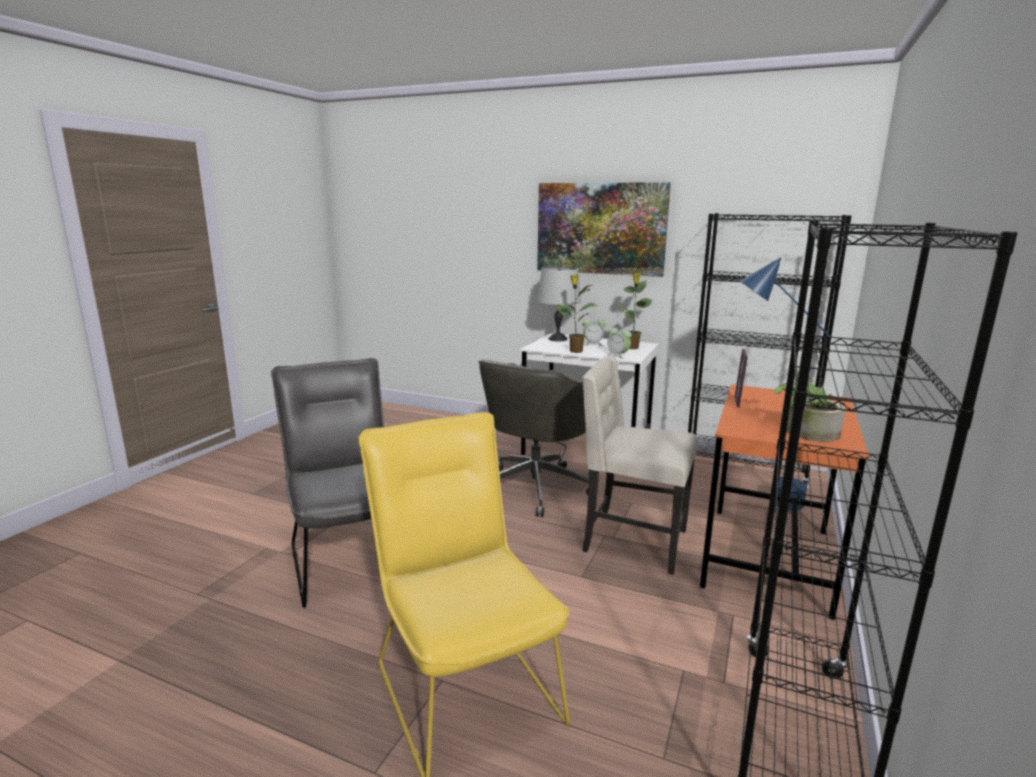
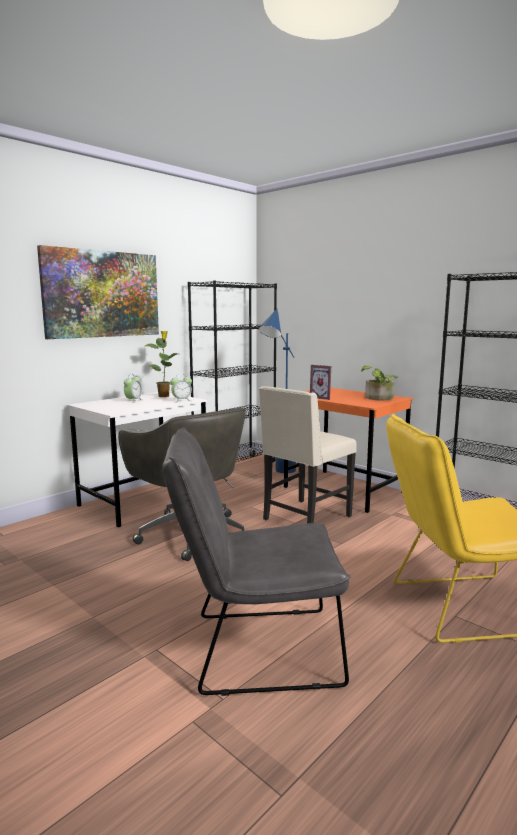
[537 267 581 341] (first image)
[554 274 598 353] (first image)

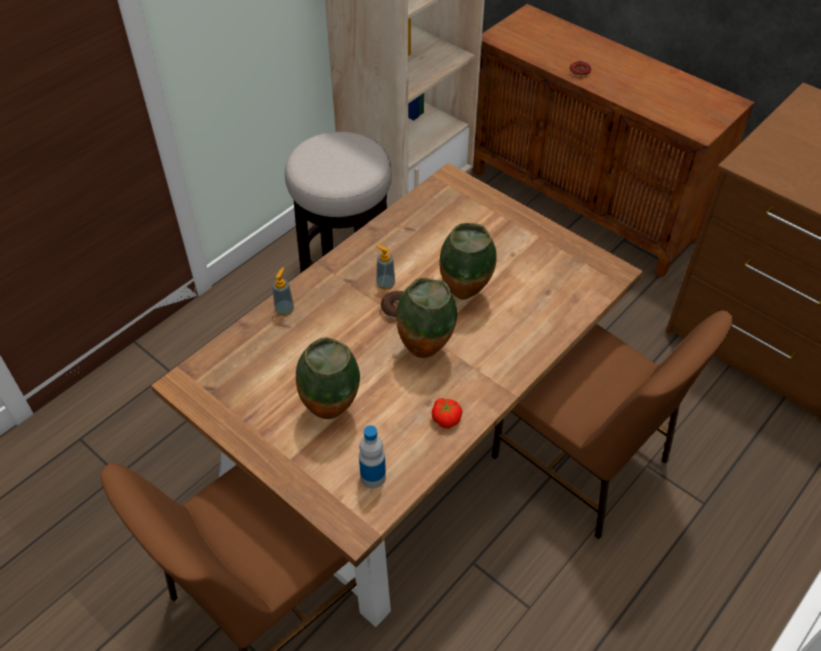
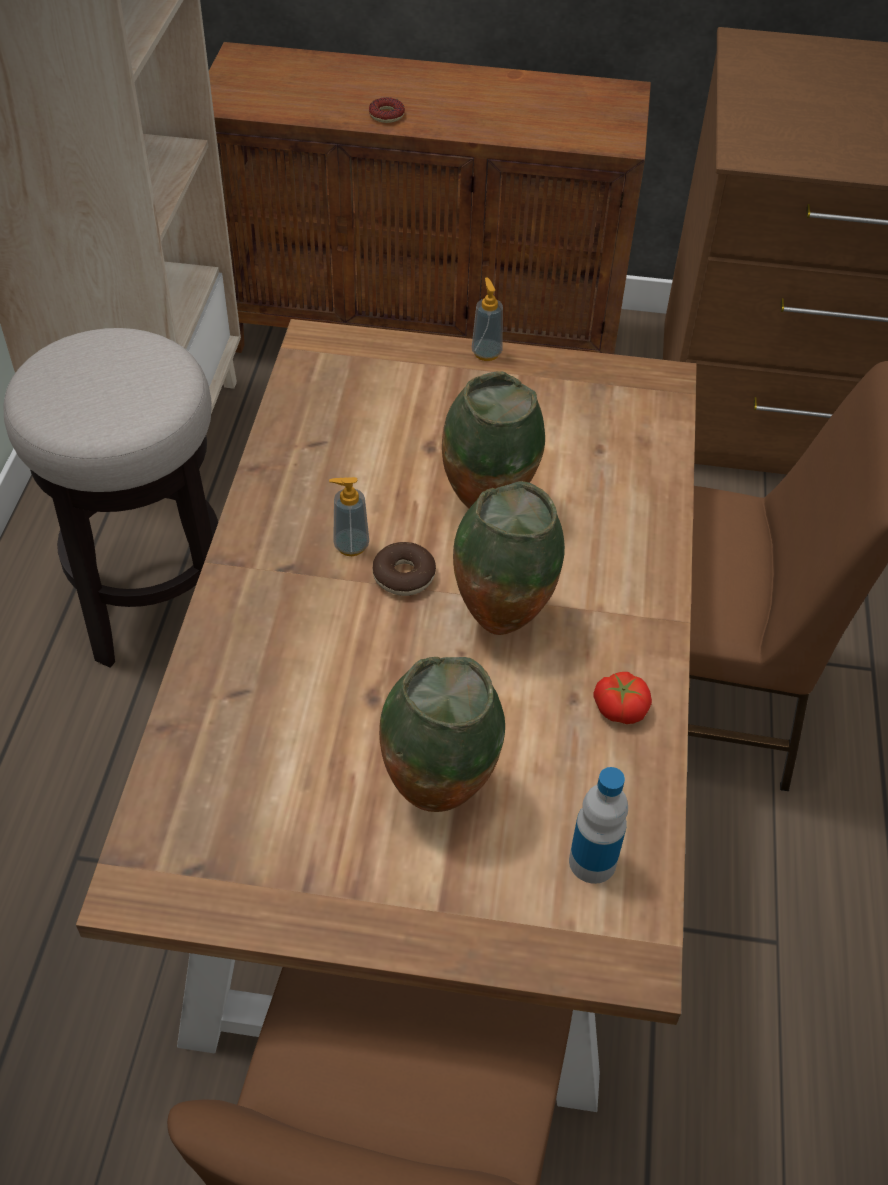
[472 277 503 361]

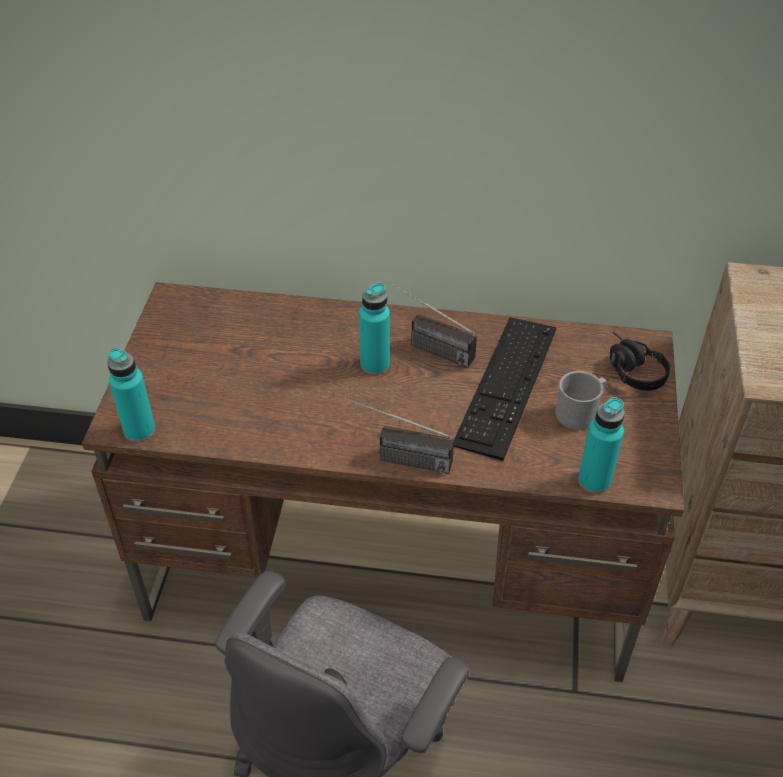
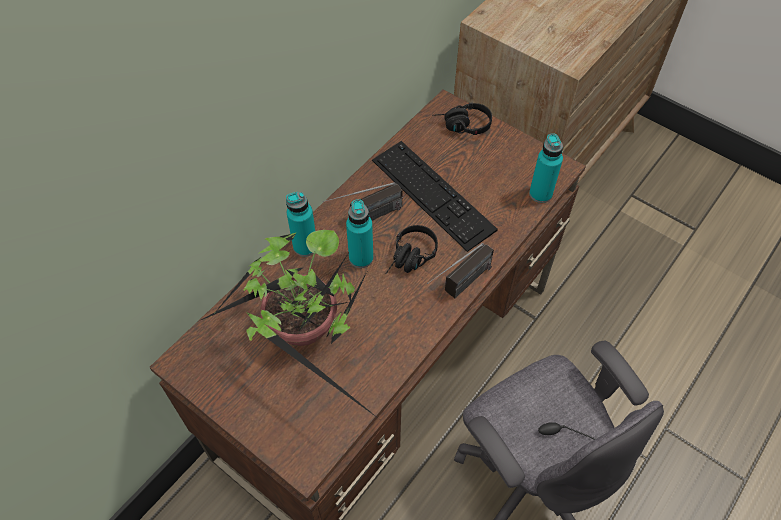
[286 192 315 257]
[555 371 607 430] (first image)
[385 225 438 274]
[197 230 379 419]

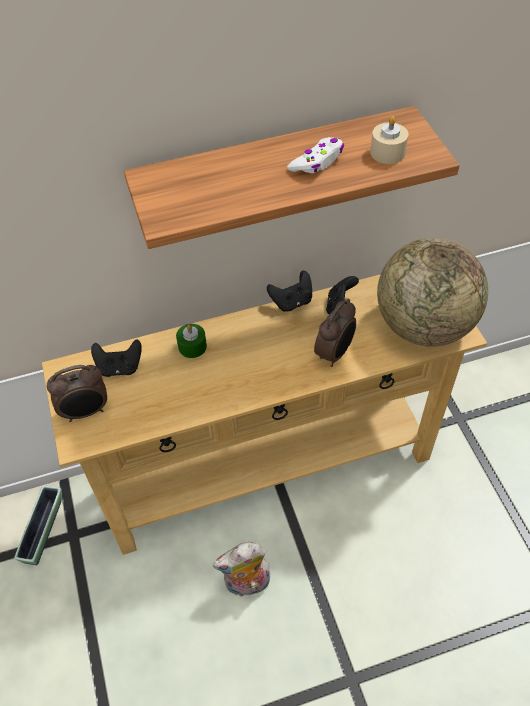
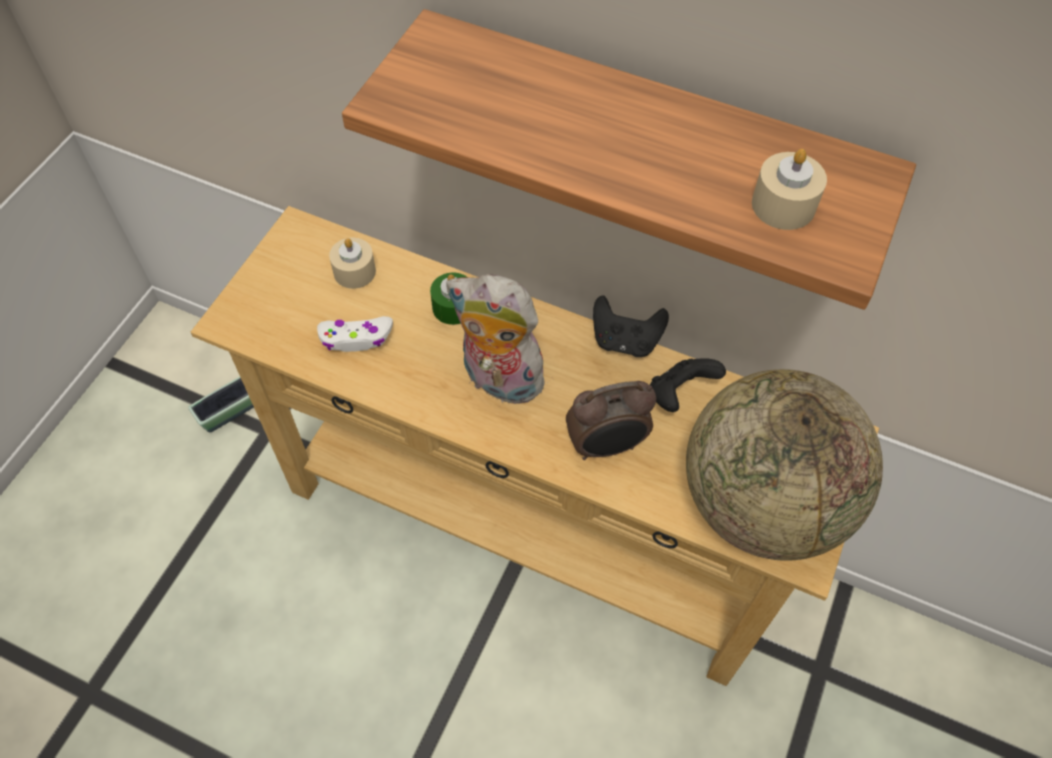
[317 316 393 352]
[329 238 376 289]
[47 365 107 422] (first image)
[446 274 551 407]

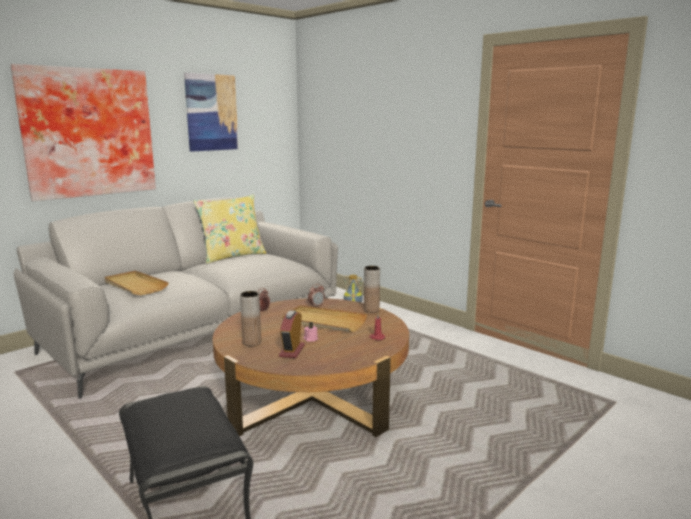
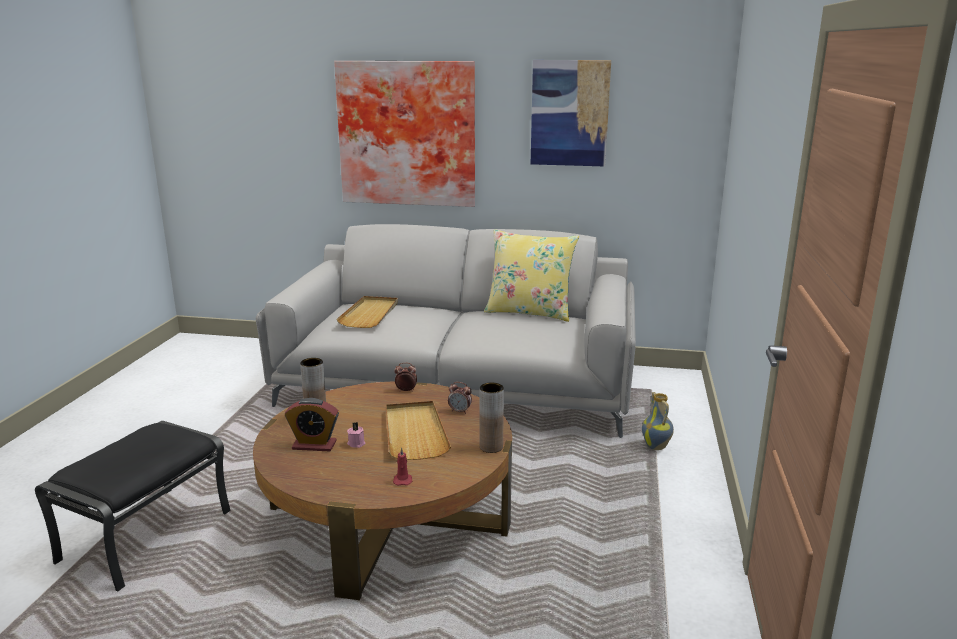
[285 398 339 451]

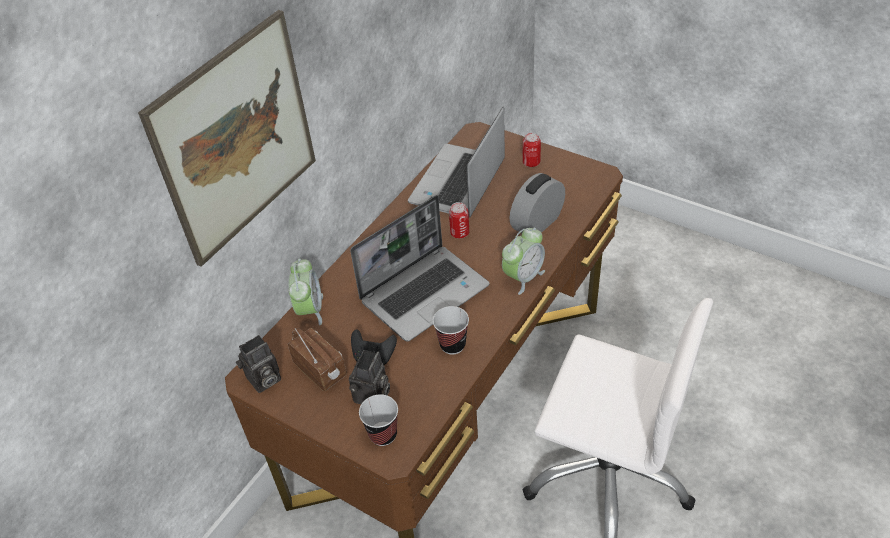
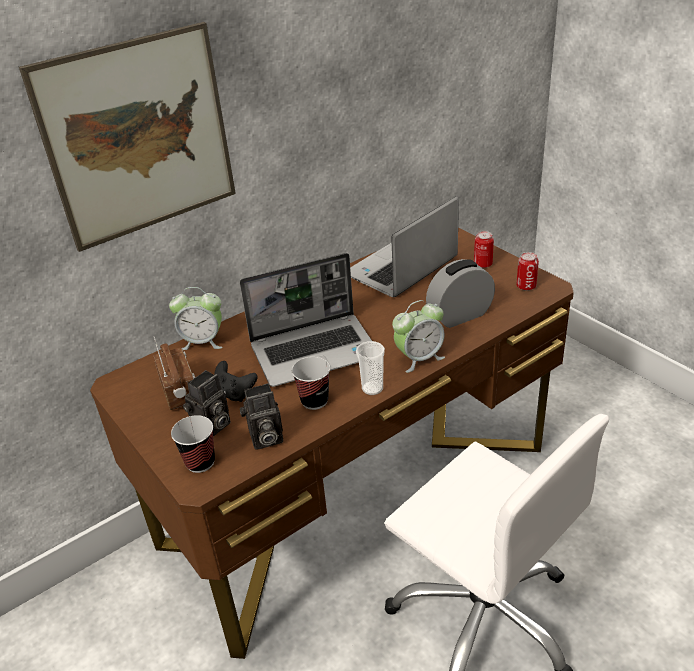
[516 252 539 291]
[169 287 223 350]
[240 383 283 450]
[356 341 385 395]

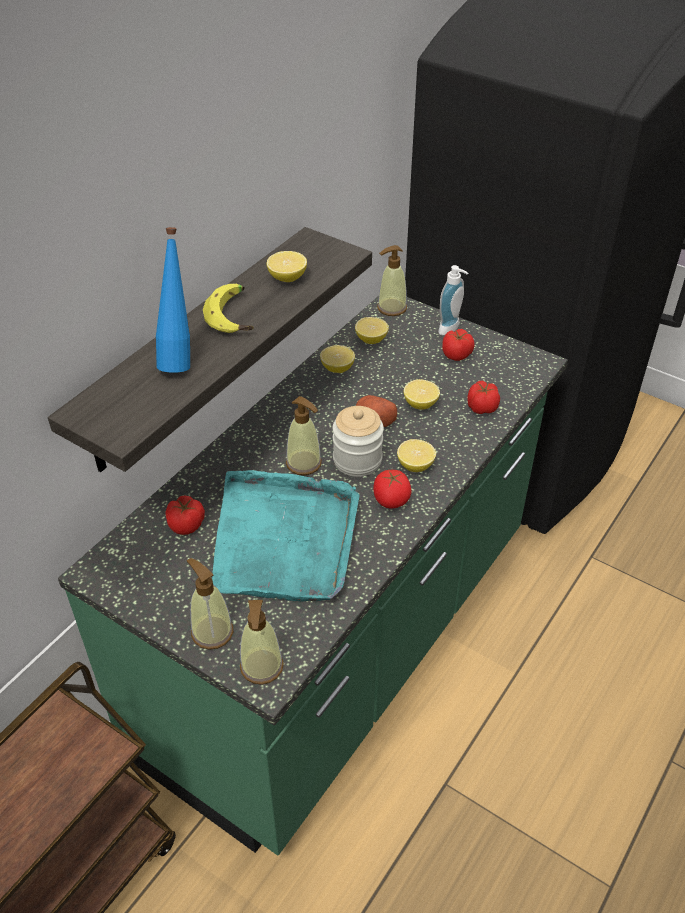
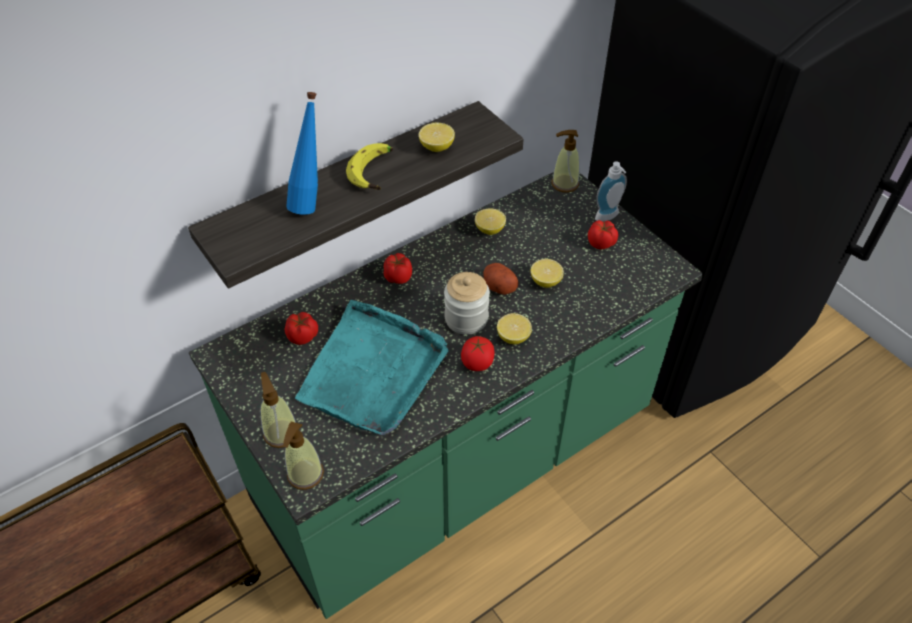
[355 317 389 344] (first image)
[384 253 412 284]
[286 396 322 475] (first image)

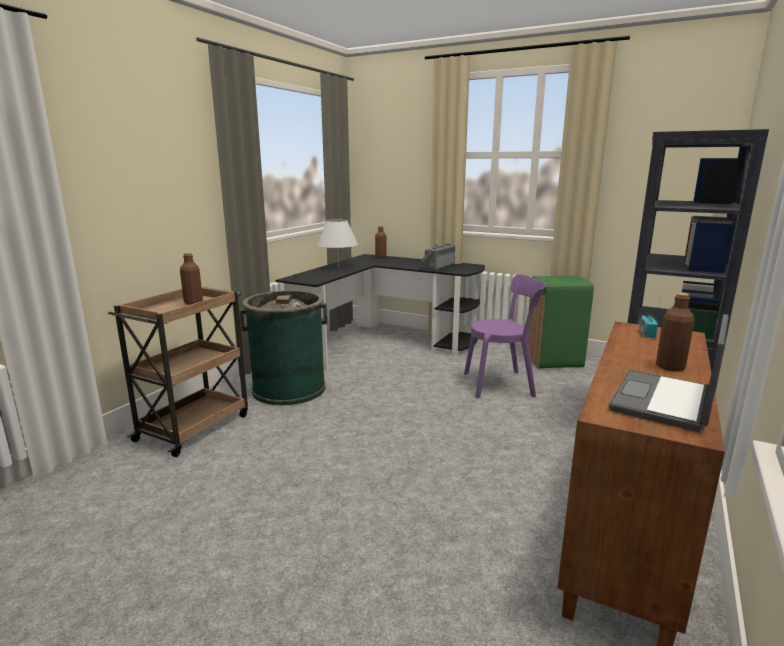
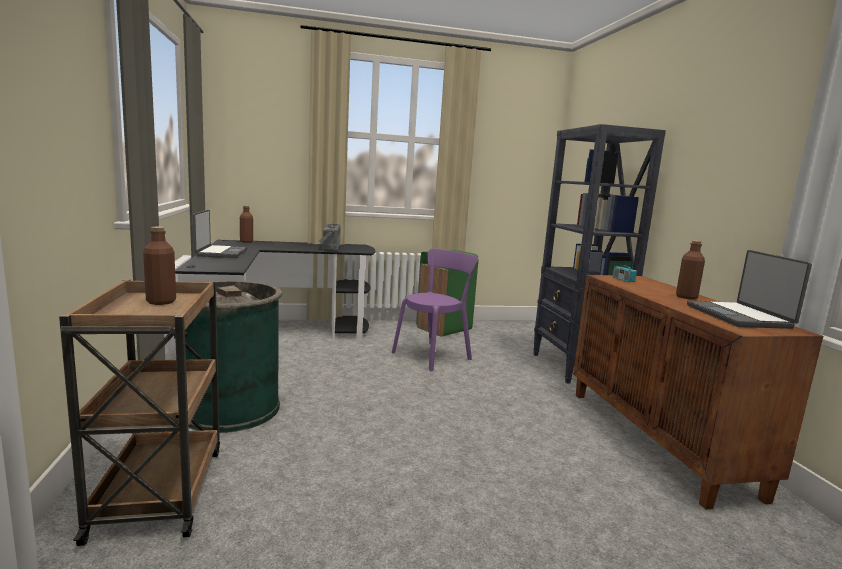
[193 210 247 258]

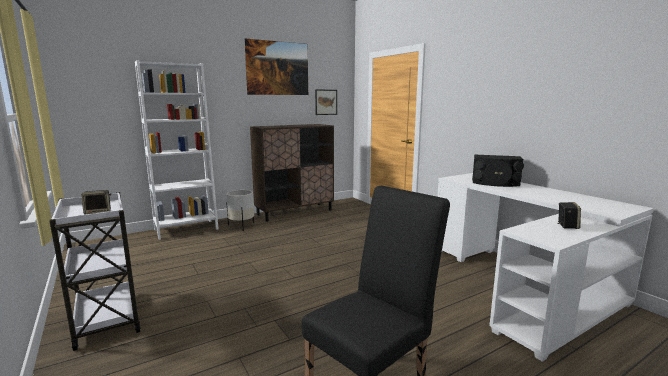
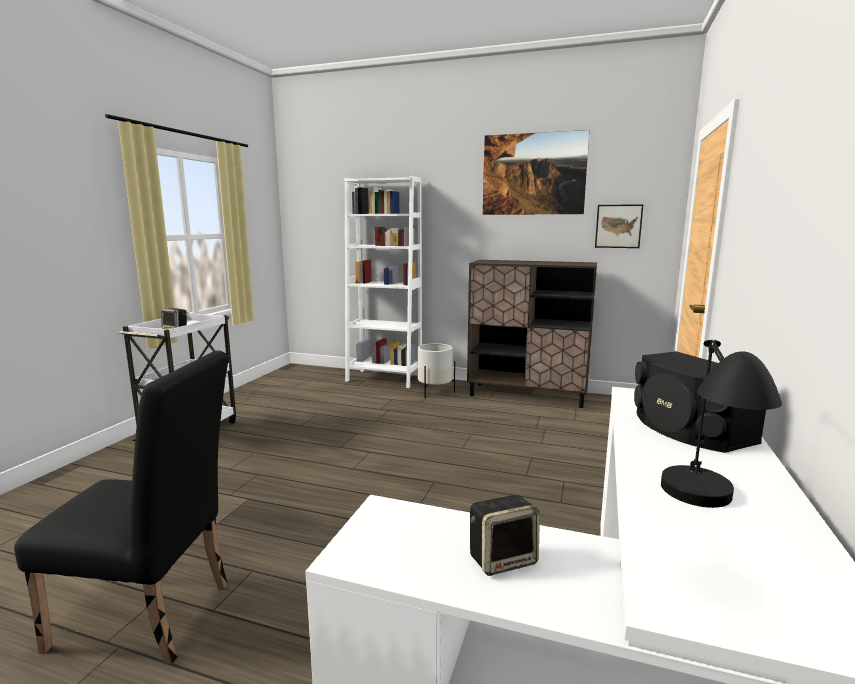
[661 339 782 508]

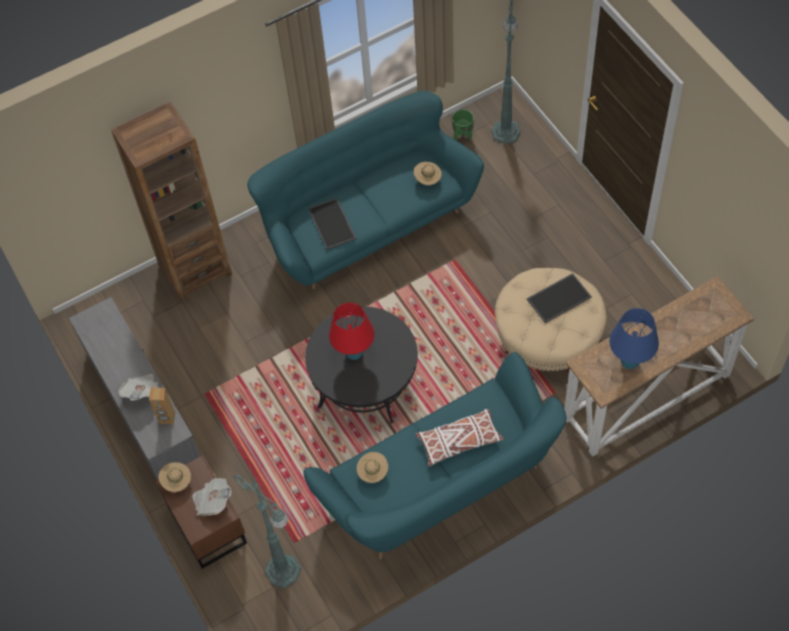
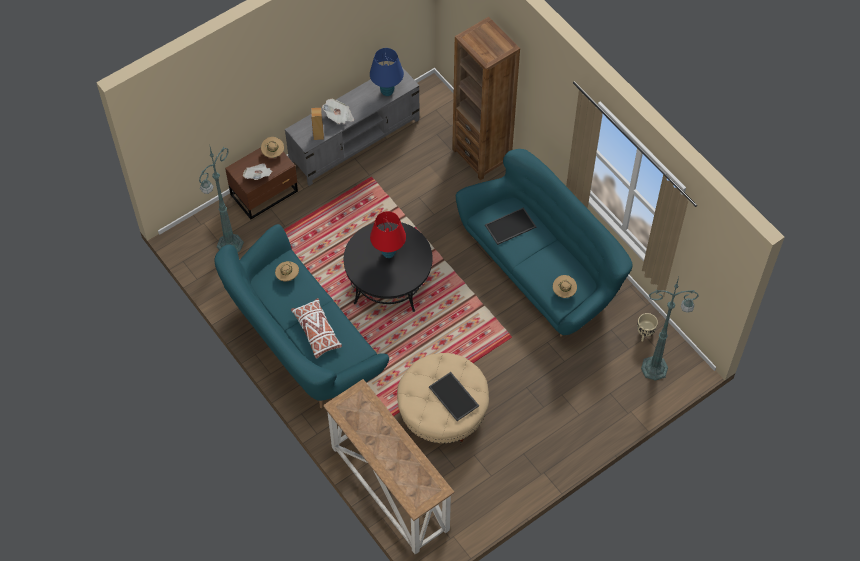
[637 313 658 342]
[370 48 404 96]

